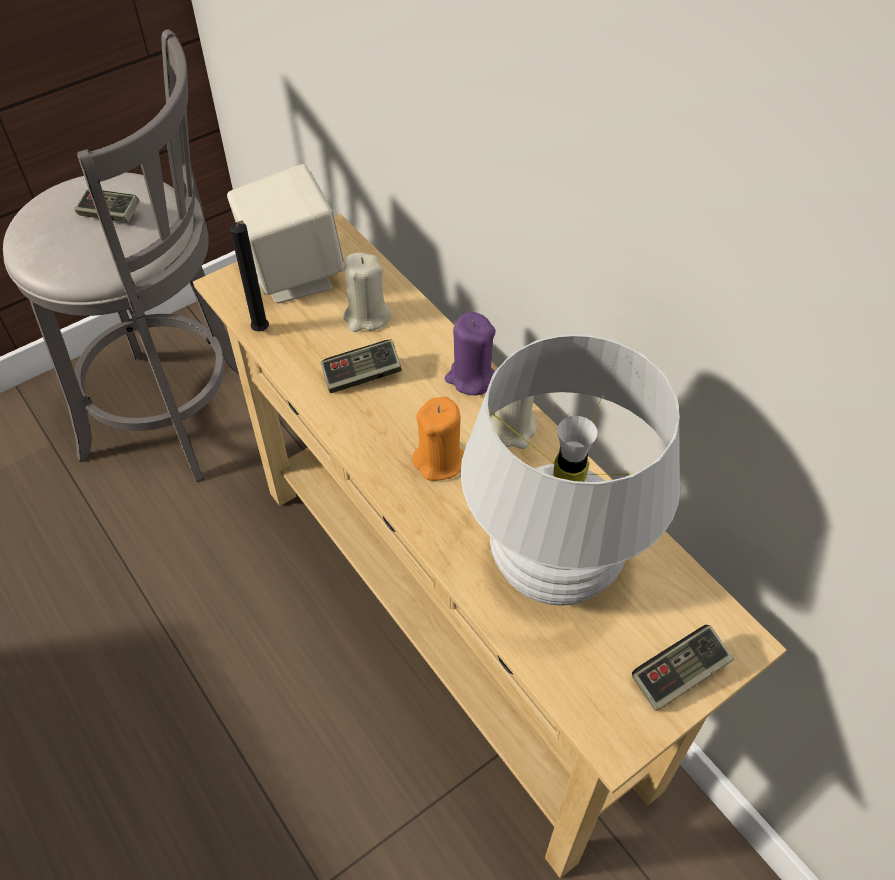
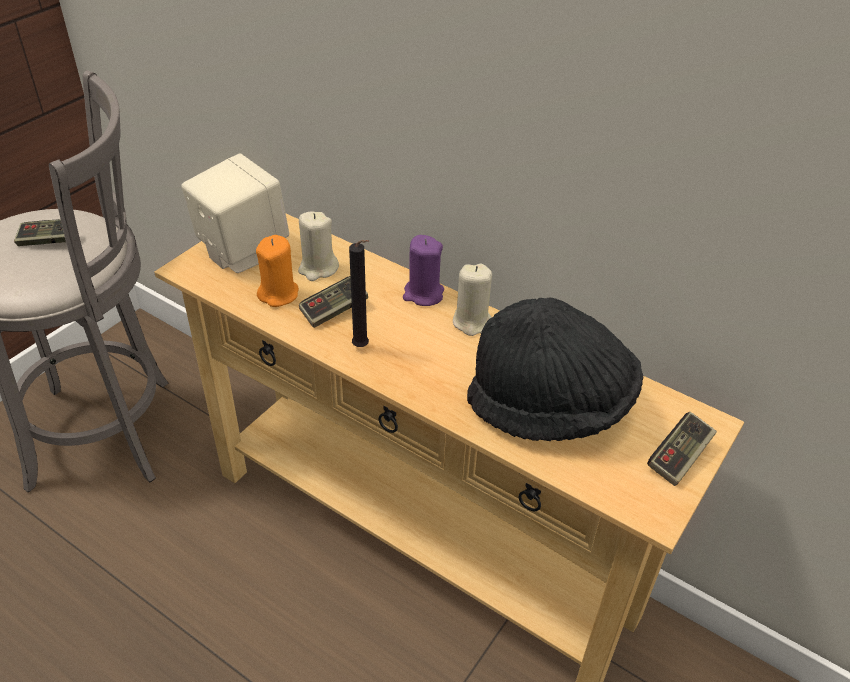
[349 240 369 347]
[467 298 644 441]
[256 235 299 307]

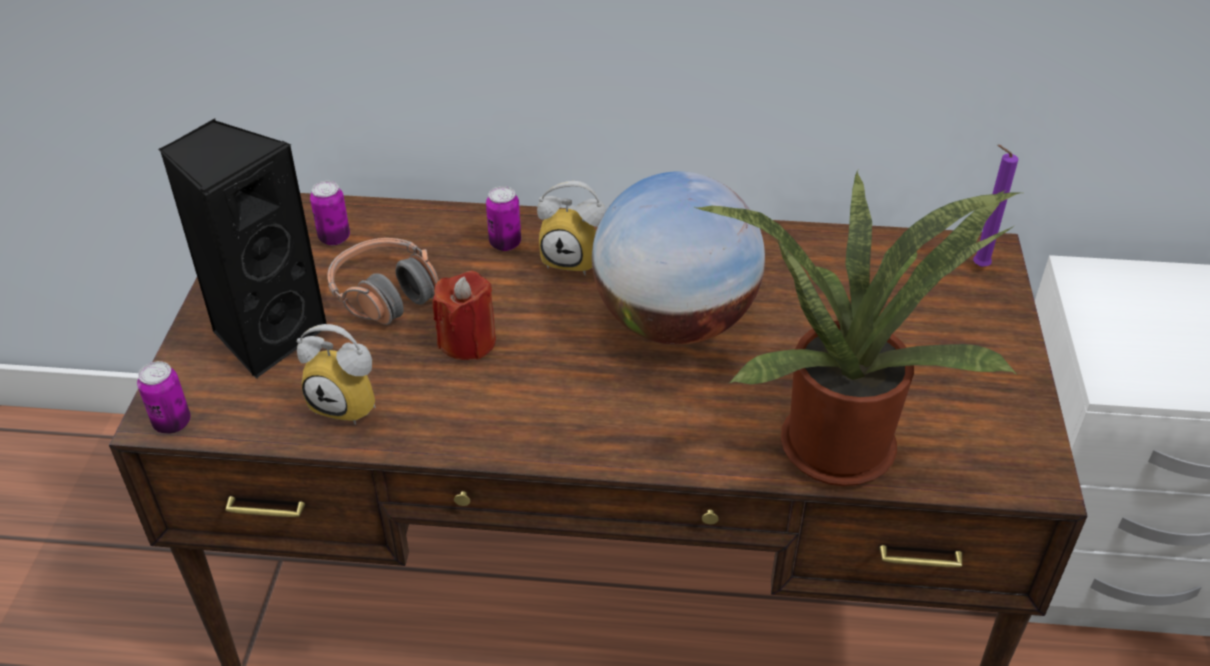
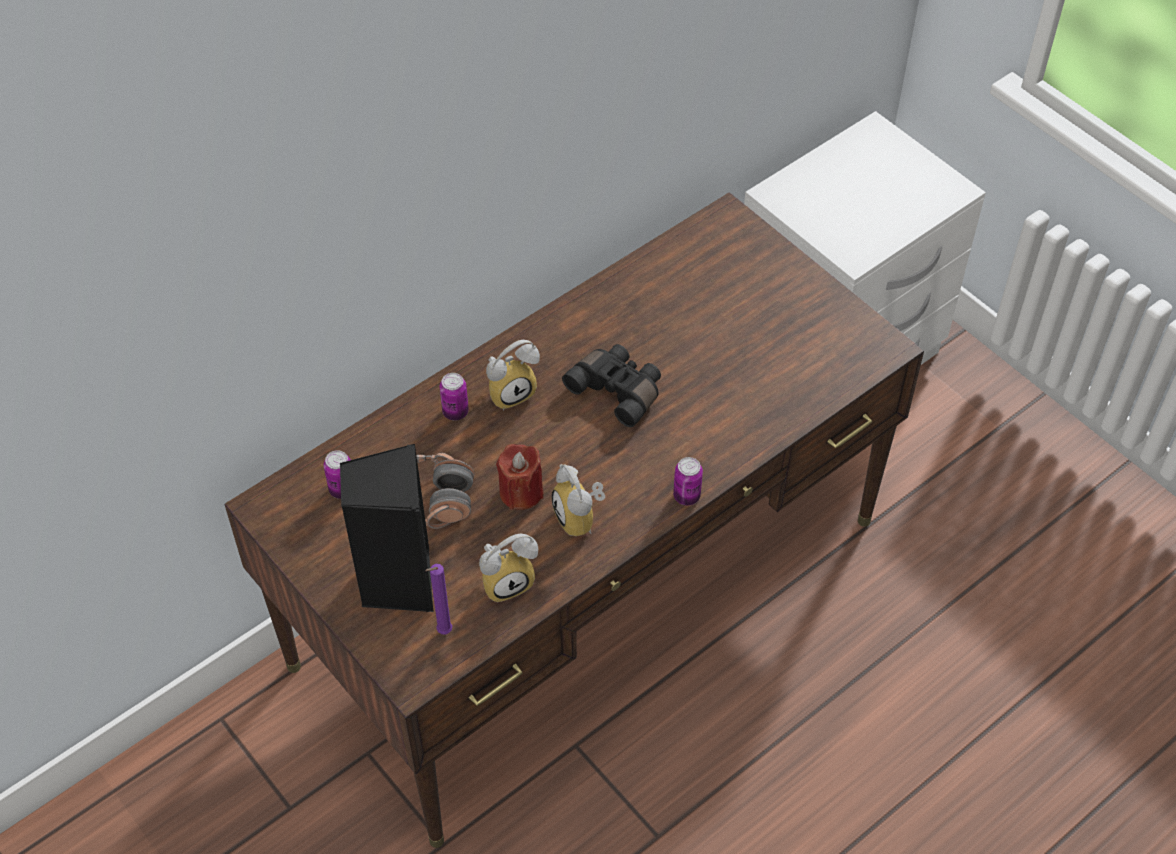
[425 564 452 634]
[693 170 1019 486] (first image)
[562 344 661 427]
[673 457 703 505]
[552 464 605 536]

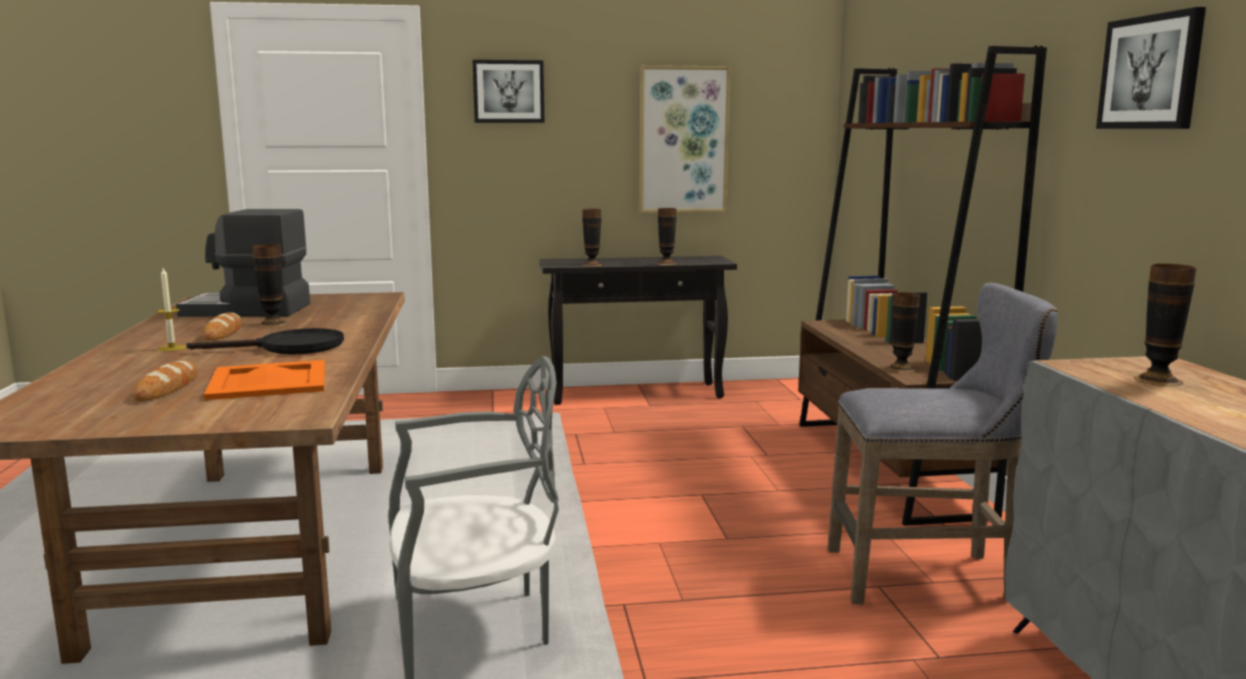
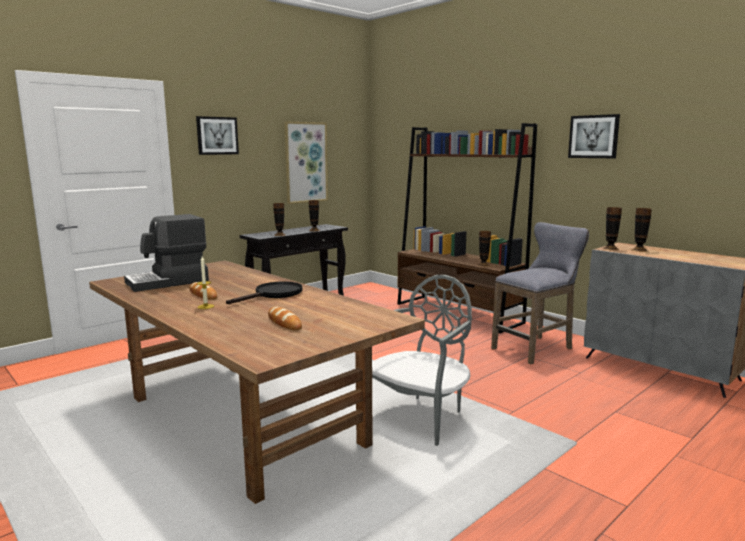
[602 207 622 250]
[204 360 325 400] (first image)

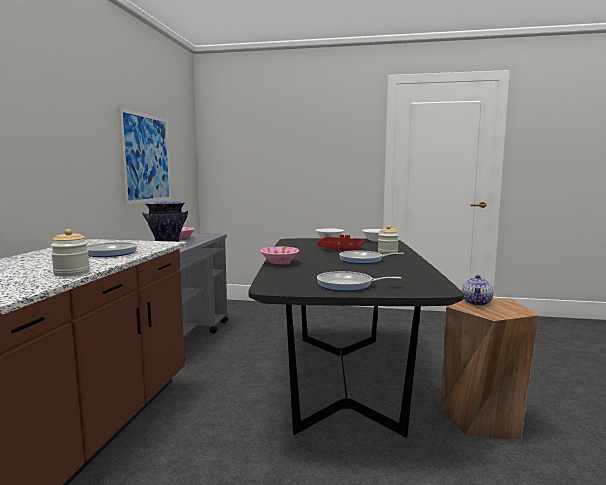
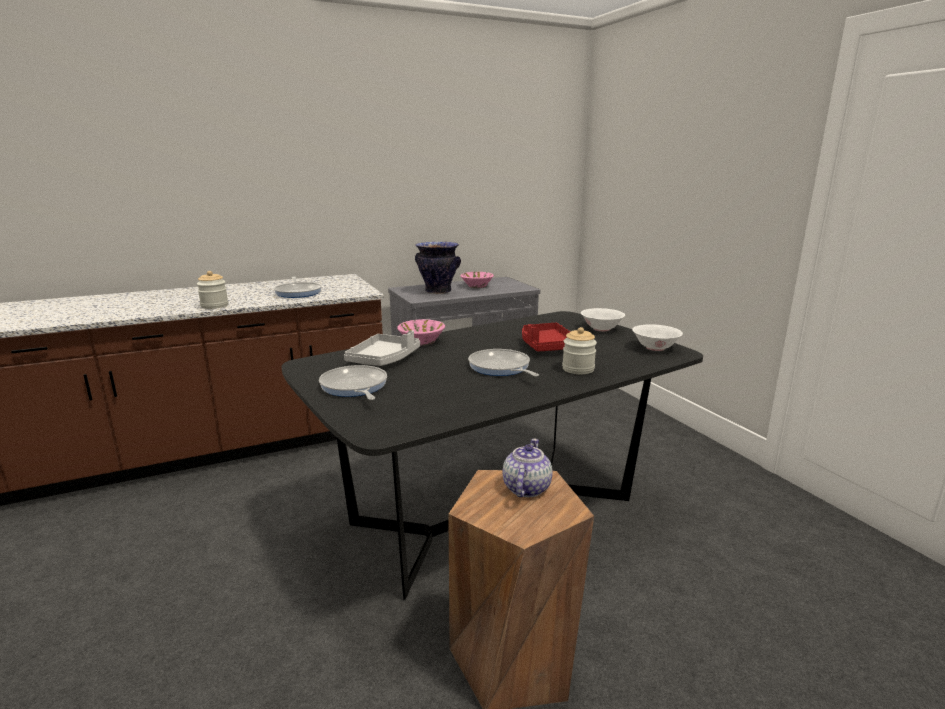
[118 108 171 205] (first image)
[503 439 552 497]
[344 330 420 366]

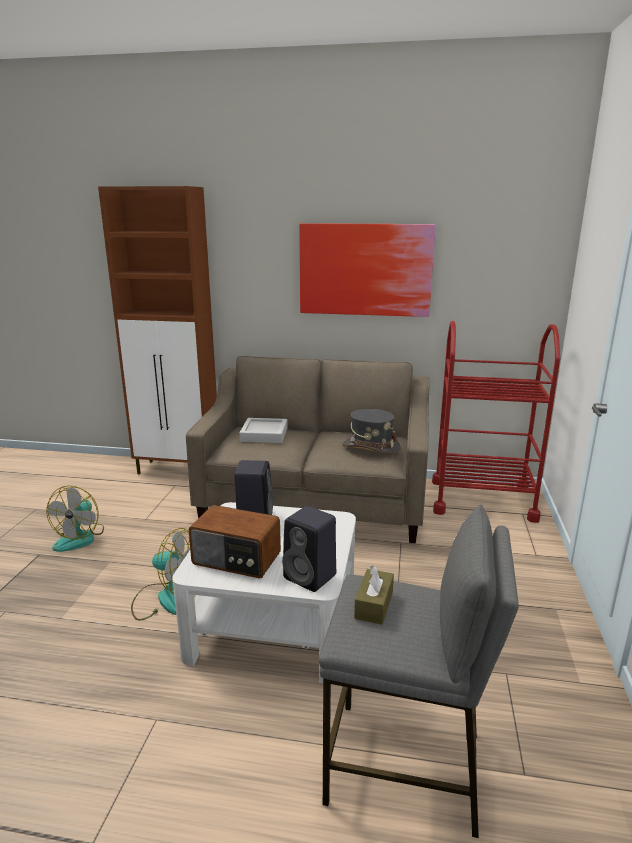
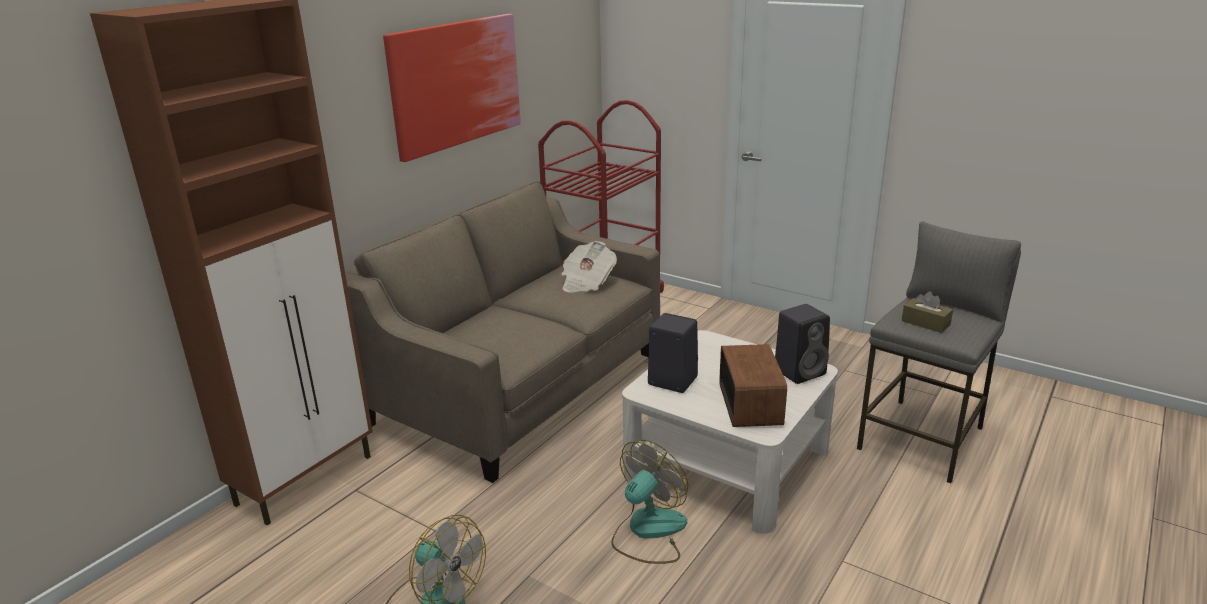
[562 241 617 293]
[240 418 288 443] (first image)
[719 344 787 427]

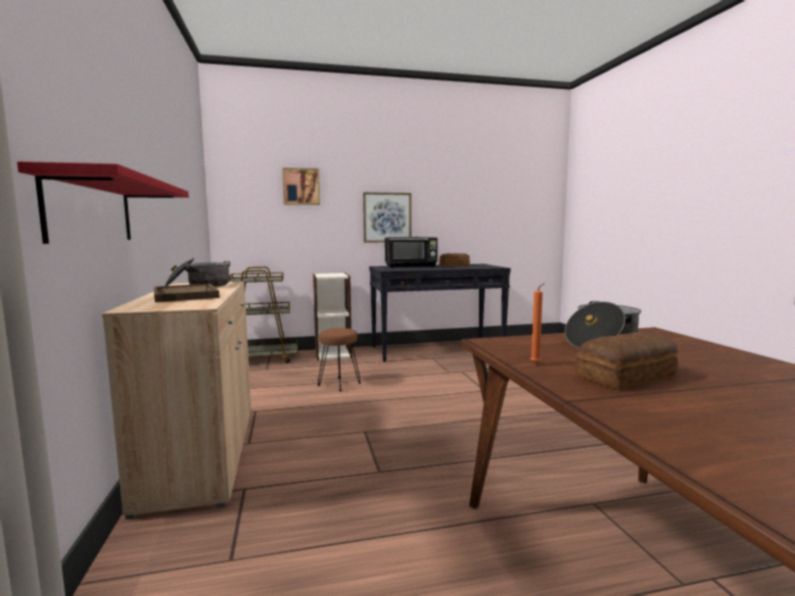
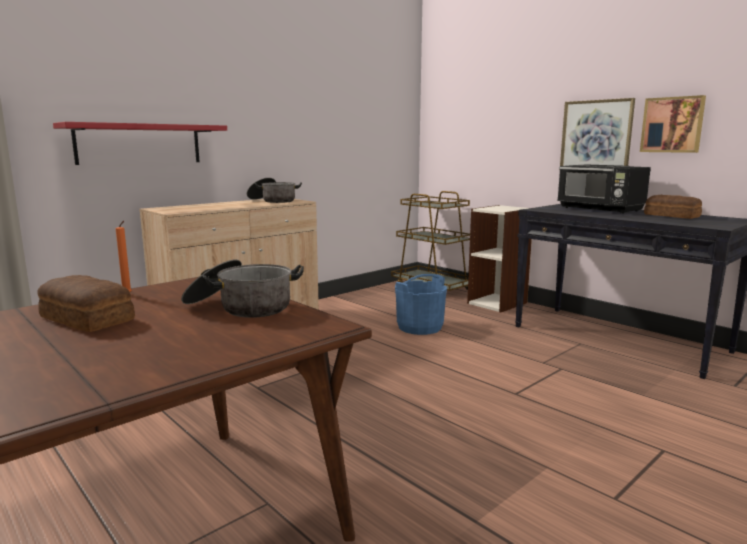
[640 95 706 153]
[154 284 220 302] (first image)
[395 274 447 335]

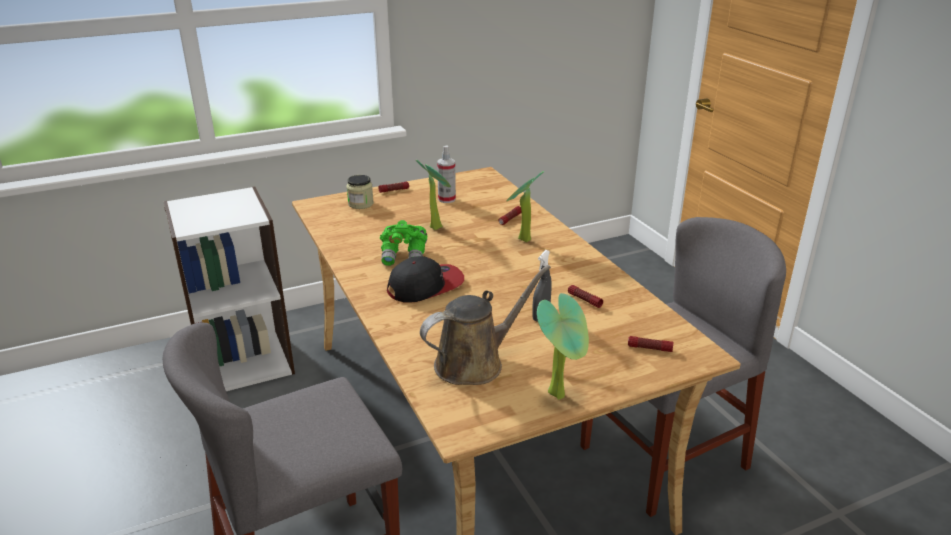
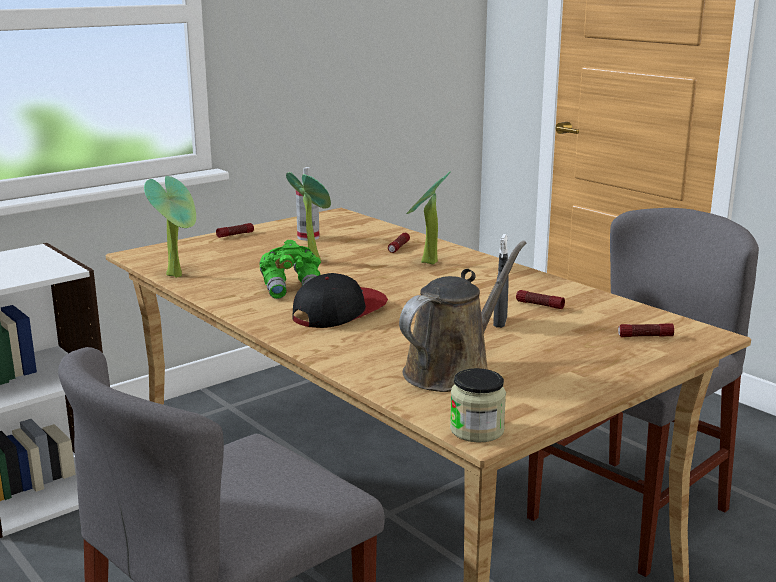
[450 368 506 443]
[144 176 196 278]

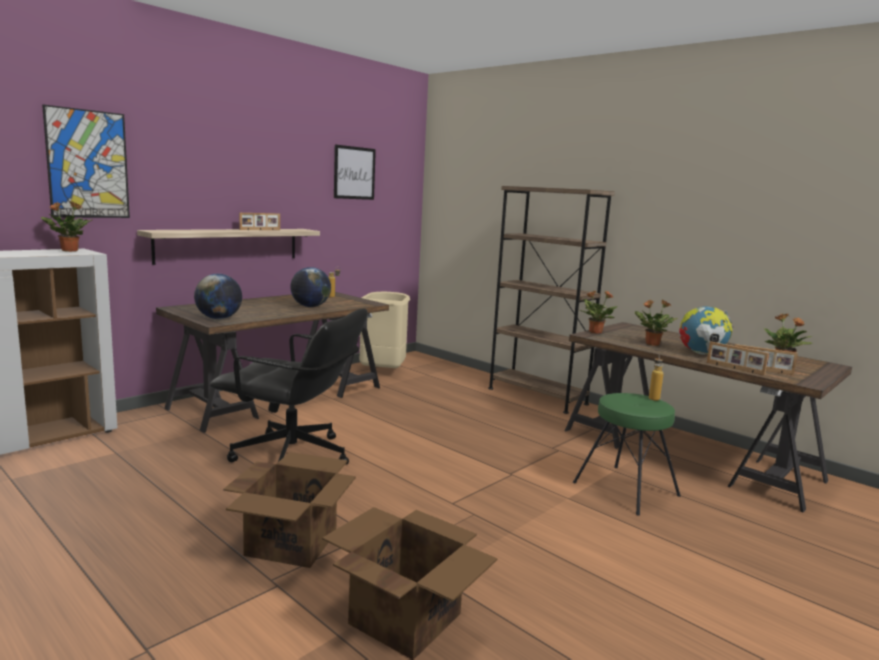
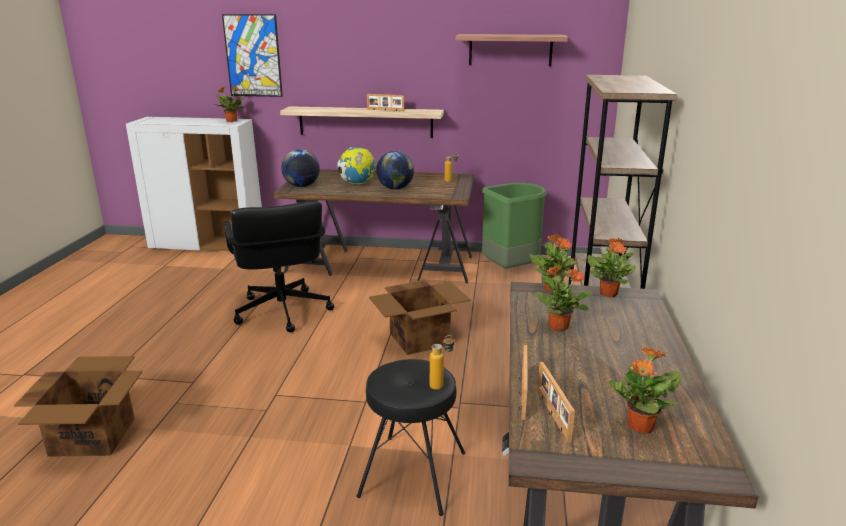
[456 34 568 66]
[482 183 547 269]
[337 147 376 185]
[356 359 465 516]
[369 280 471 355]
[587 238 636 297]

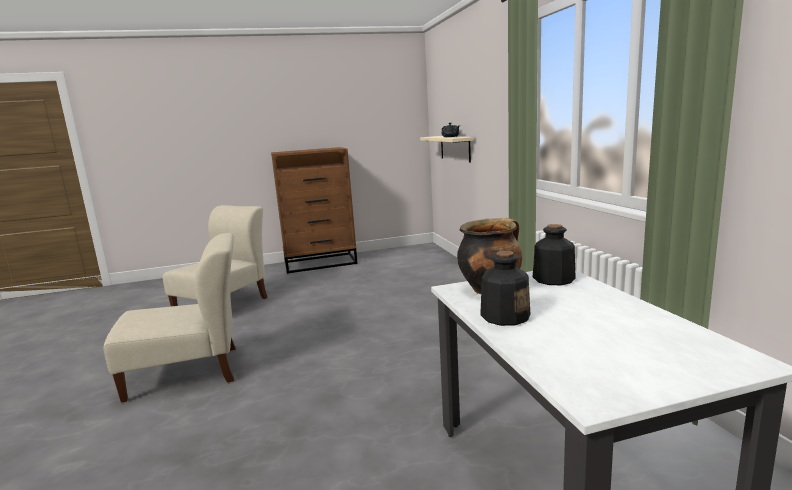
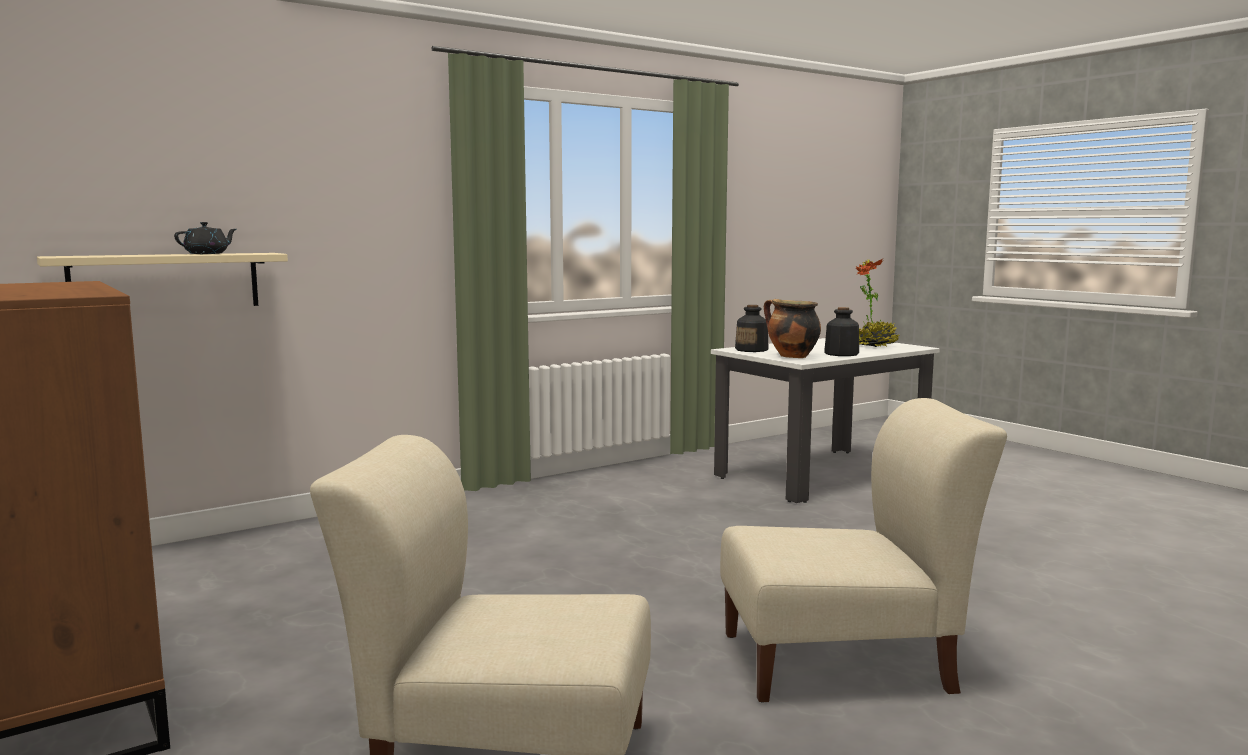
[720 398 1007 703]
[855 259 899 347]

